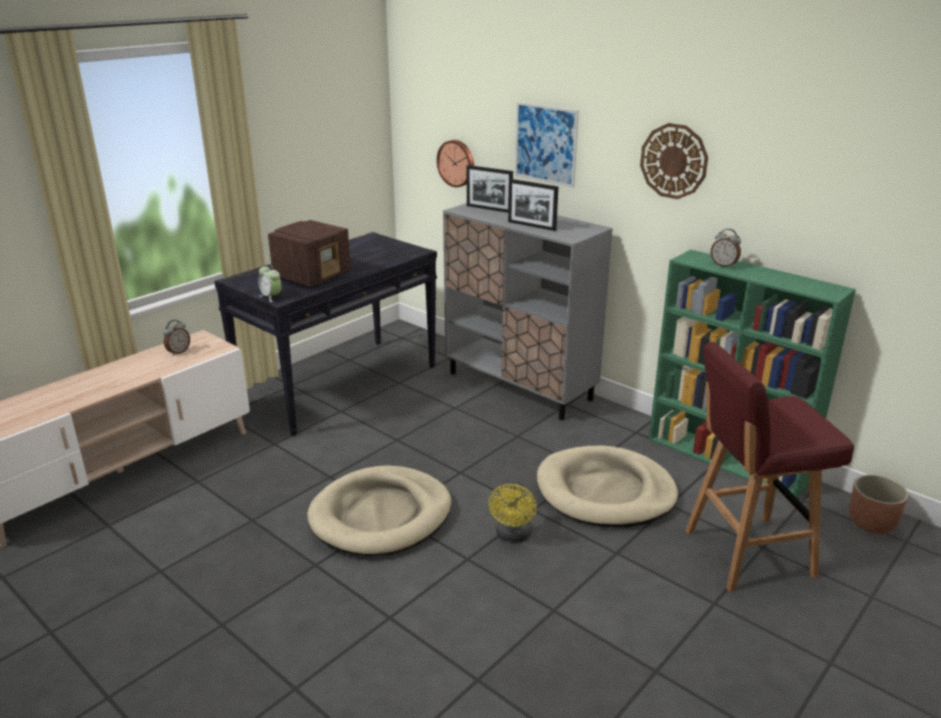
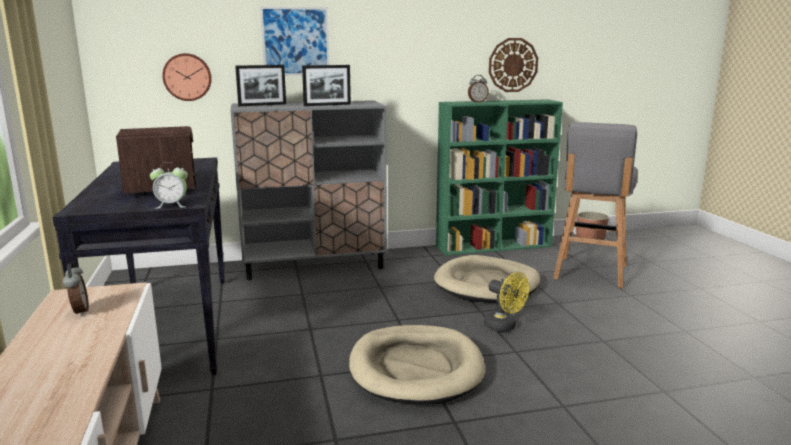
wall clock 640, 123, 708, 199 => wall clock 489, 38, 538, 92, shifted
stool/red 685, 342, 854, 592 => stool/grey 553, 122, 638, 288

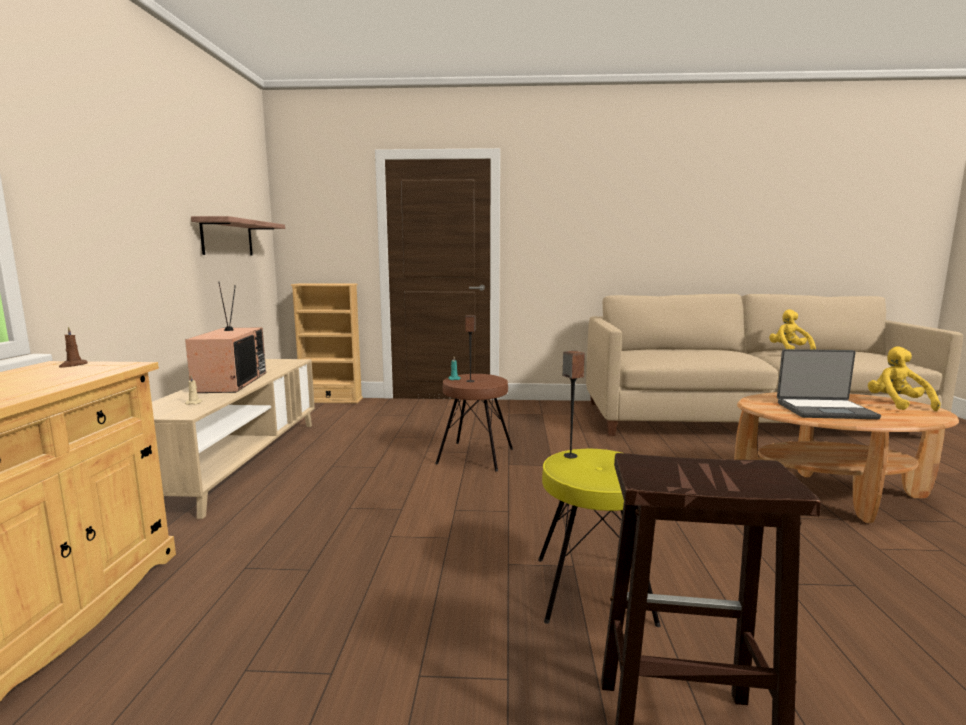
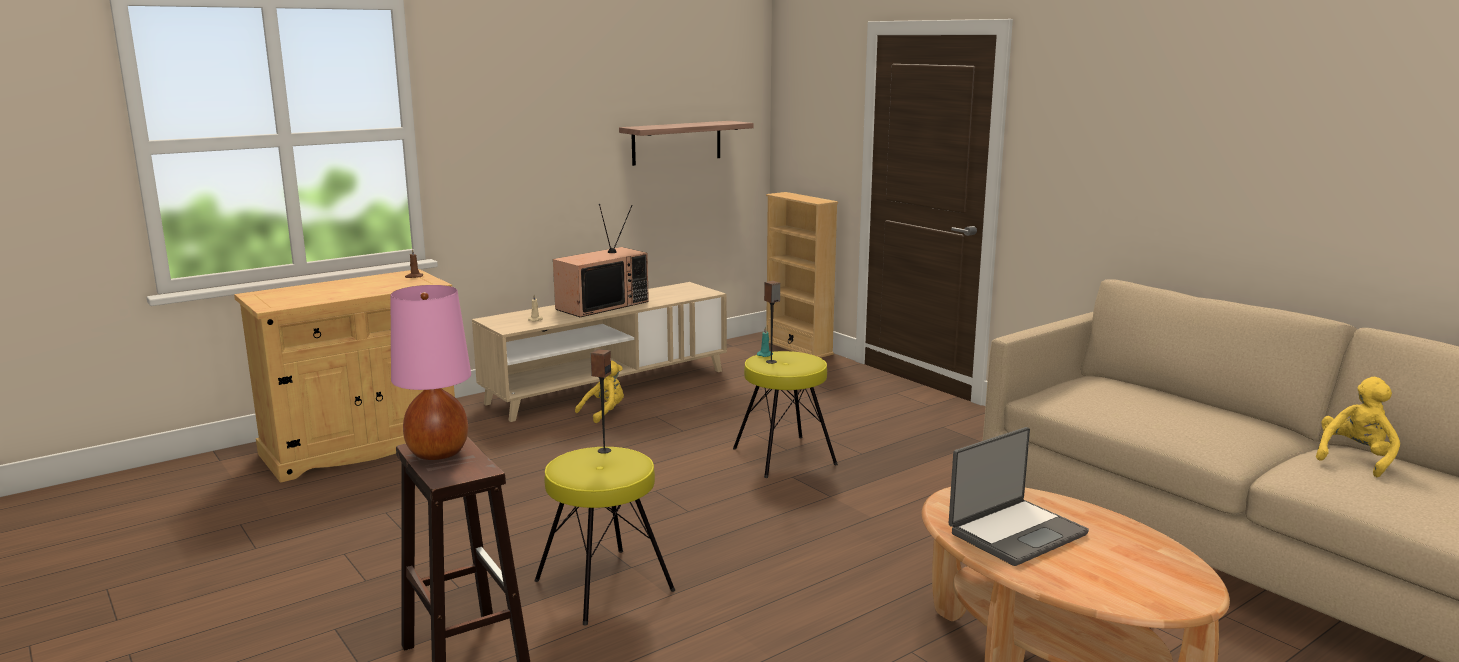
stool/brown 435, 374, 513, 472 => stool/yellow 733, 351, 838, 478
laptop 777, 349, 881, 419 => laptop 949, 427, 1089, 566, 90 degrees counterclockwise
plush toy/yellow 868, 346, 941, 411 => plush toy/yellow 575, 360, 624, 423, shifted
nothing => table lamp/pink 390, 285, 471, 460

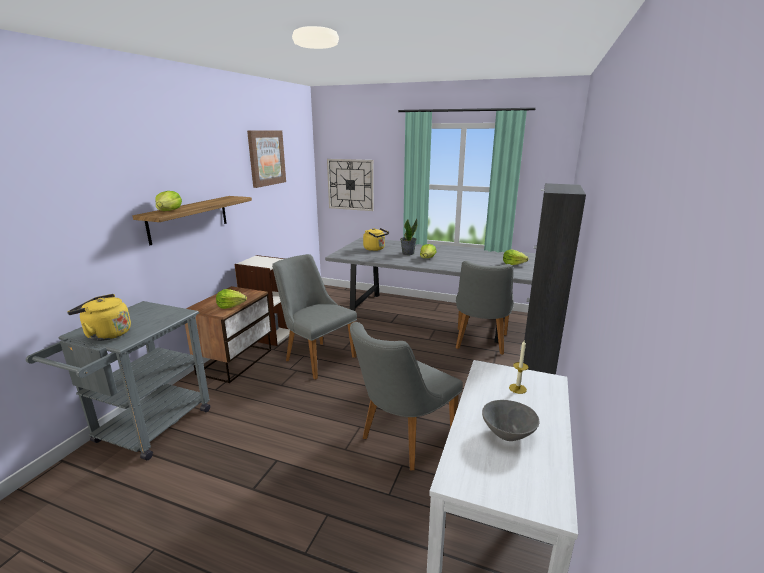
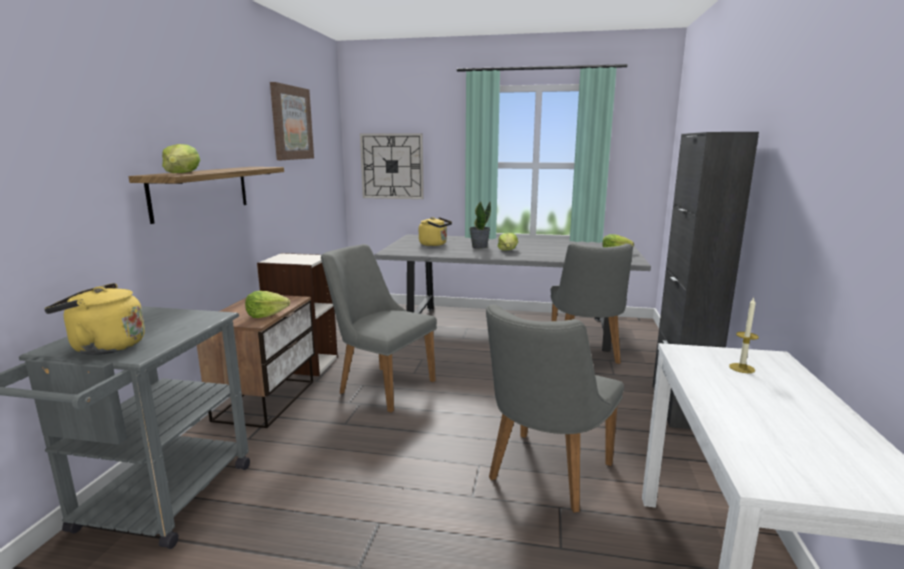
bowl/grey 482, 400, 540, 441 => nothing

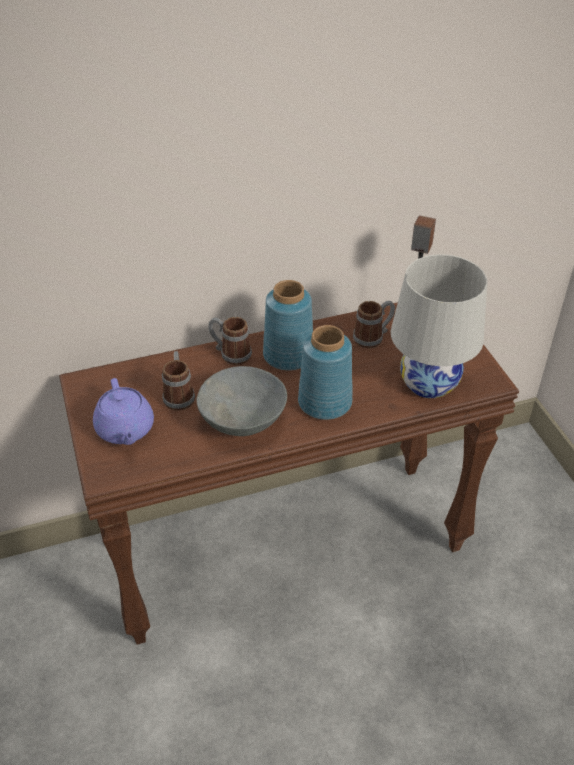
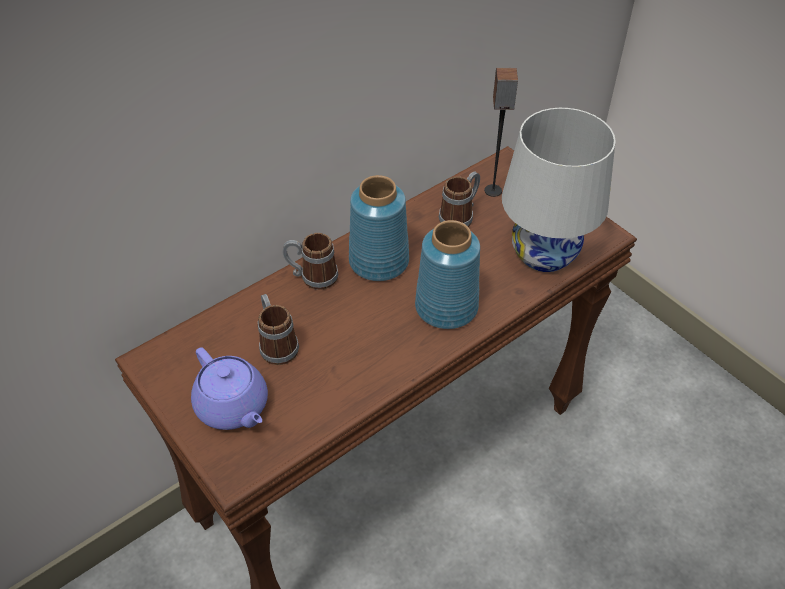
bowl/grey 197, 366, 287, 436 => nothing

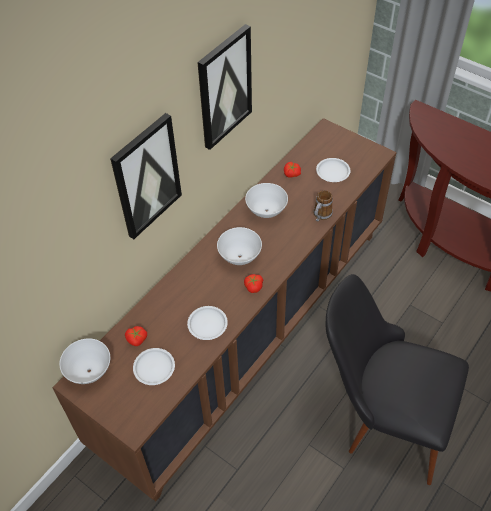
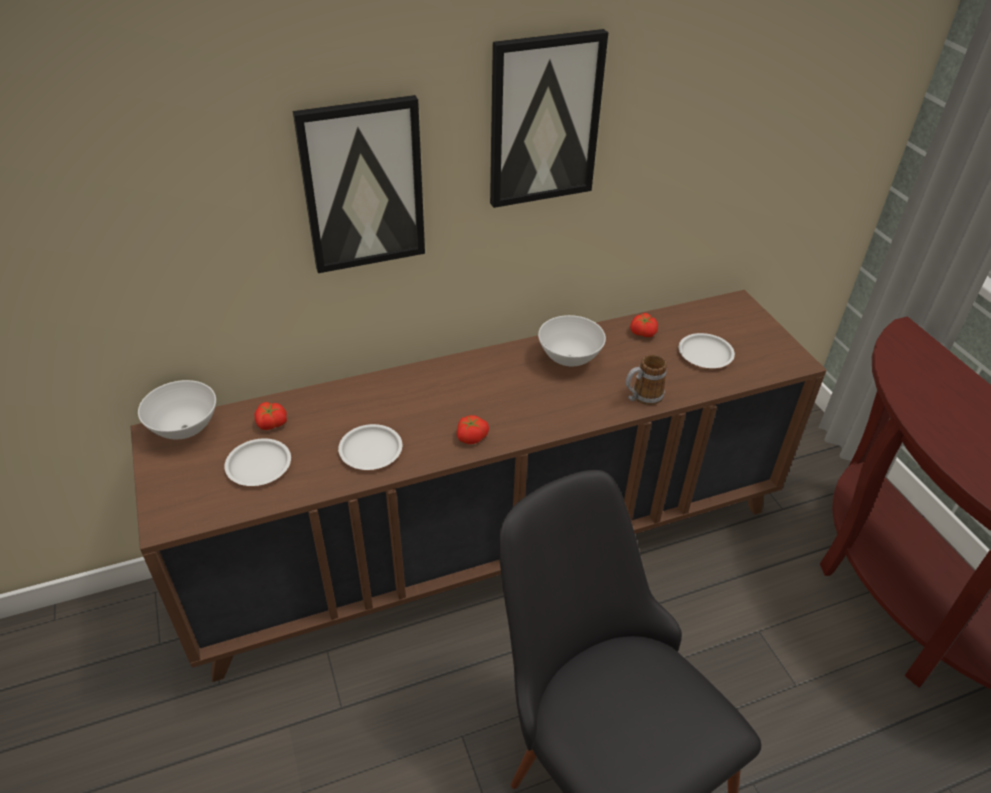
bowl/white 217, 227, 262, 265 => nothing

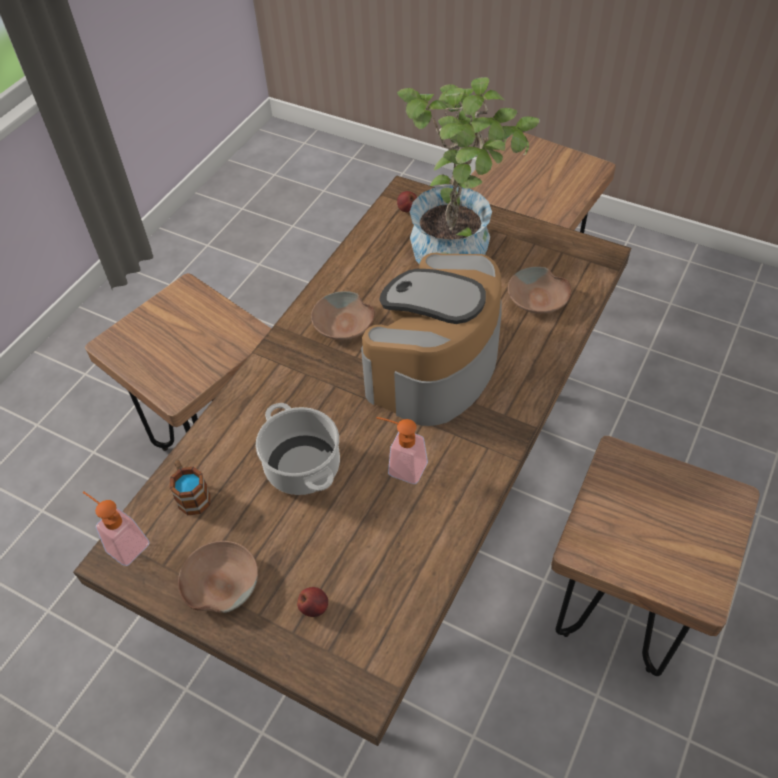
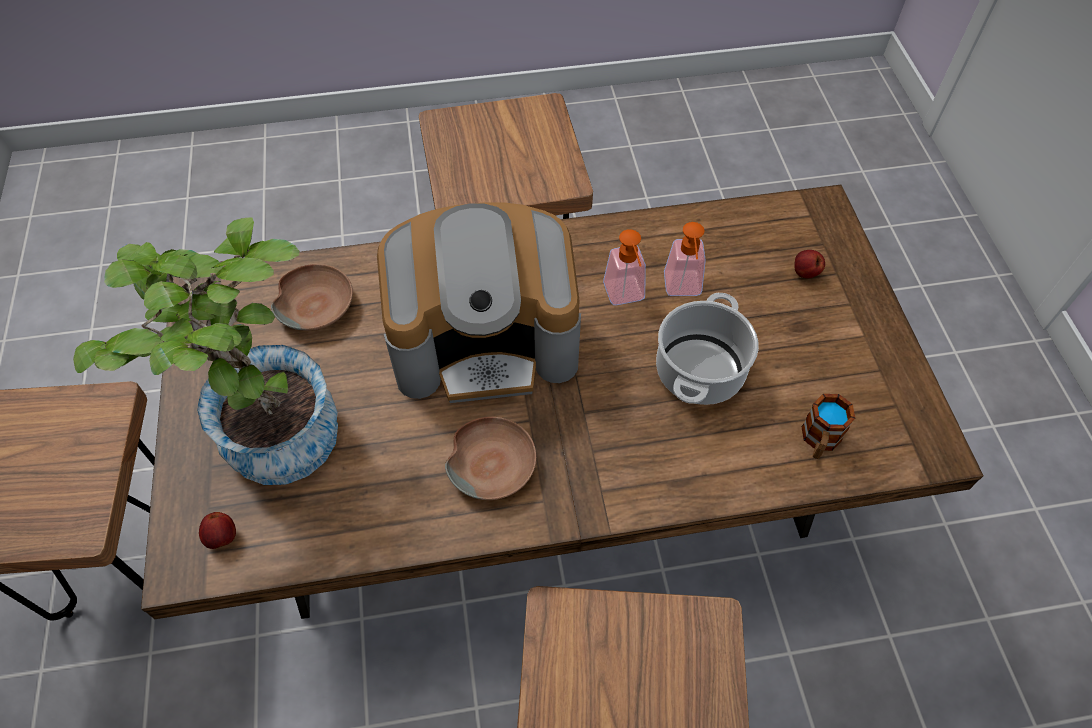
soap dispenser 83, 491, 150, 566 => soap dispenser 664, 222, 706, 296, shifted
bowl/brown 178, 541, 258, 613 => nothing

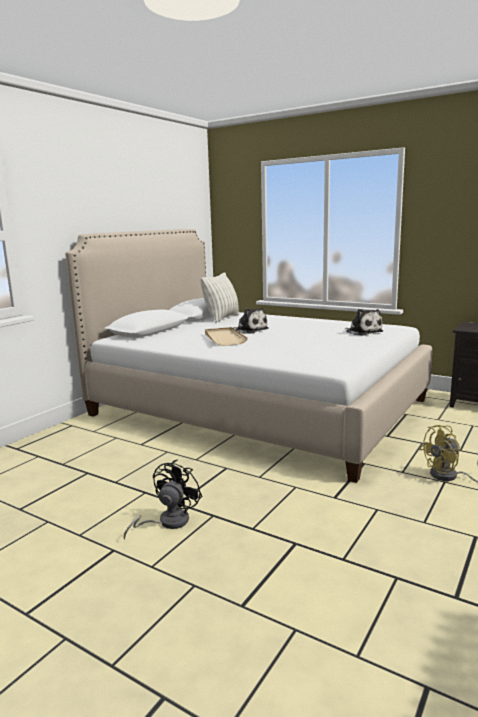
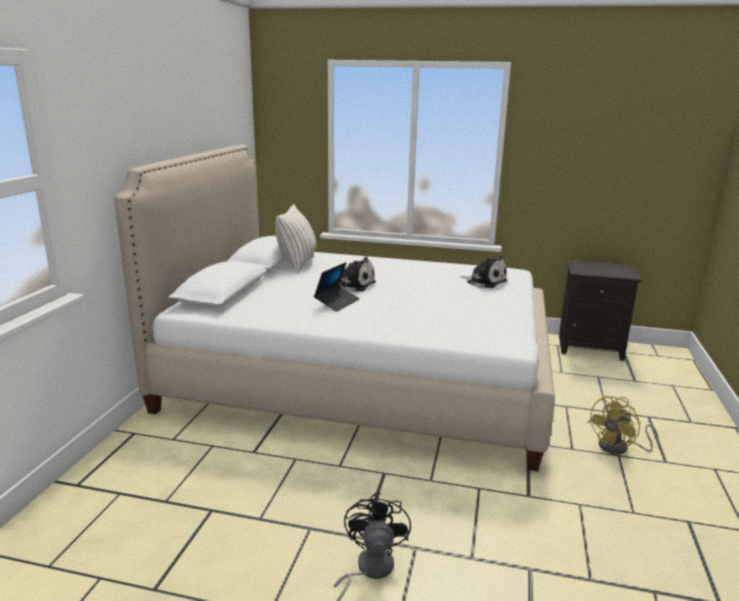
tray/beige 205, 327, 248, 346 => laptop 314, 262, 360, 312

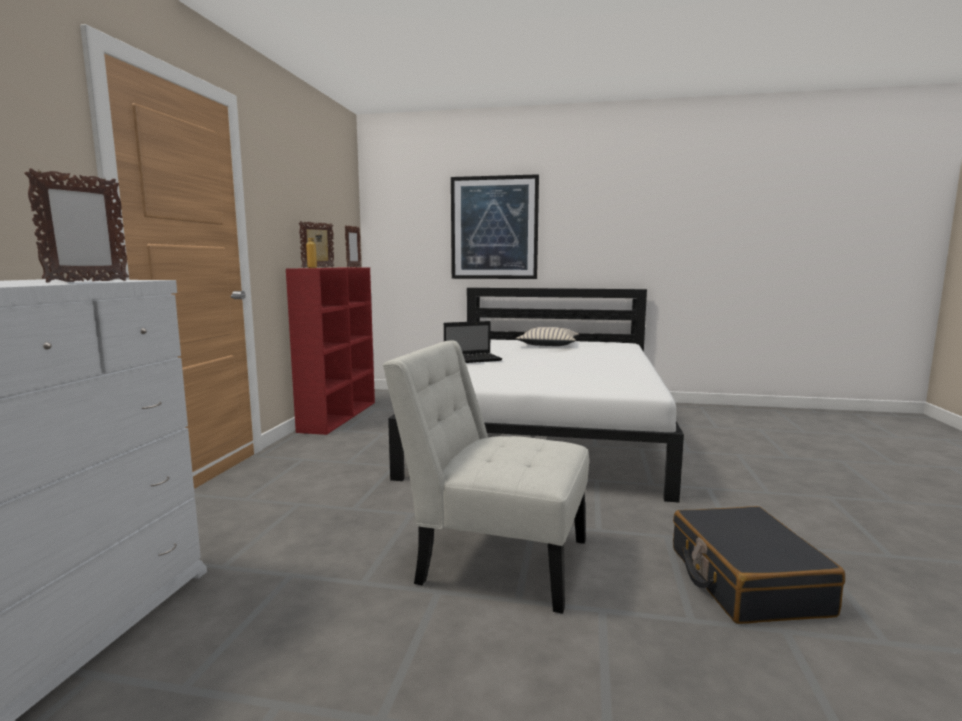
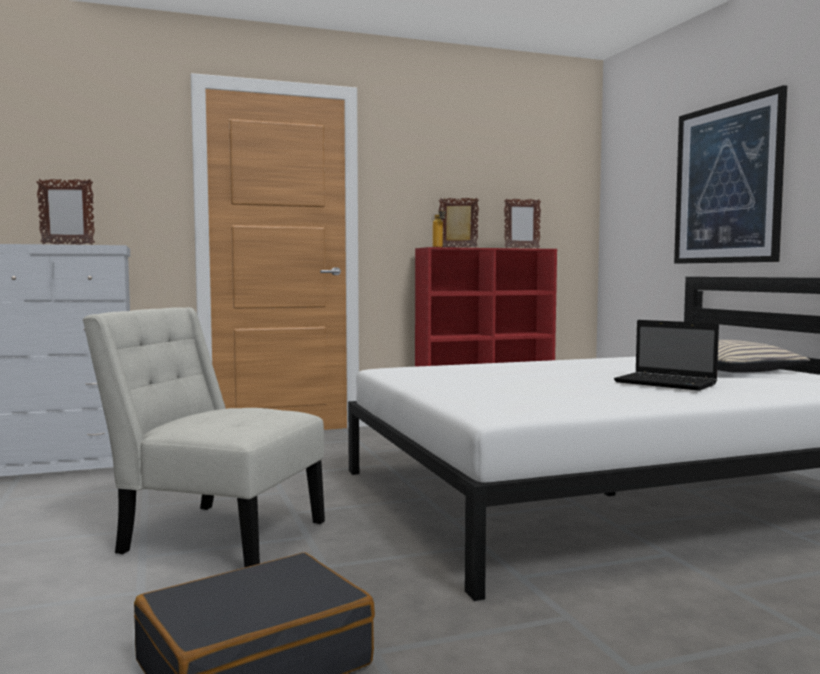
chair/white 383, 341, 589, 614 => chair/white 83, 307, 325, 567, 60 degrees counterclockwise
laptop 444, 321, 502, 363 => laptop 614, 320, 719, 391, shifted

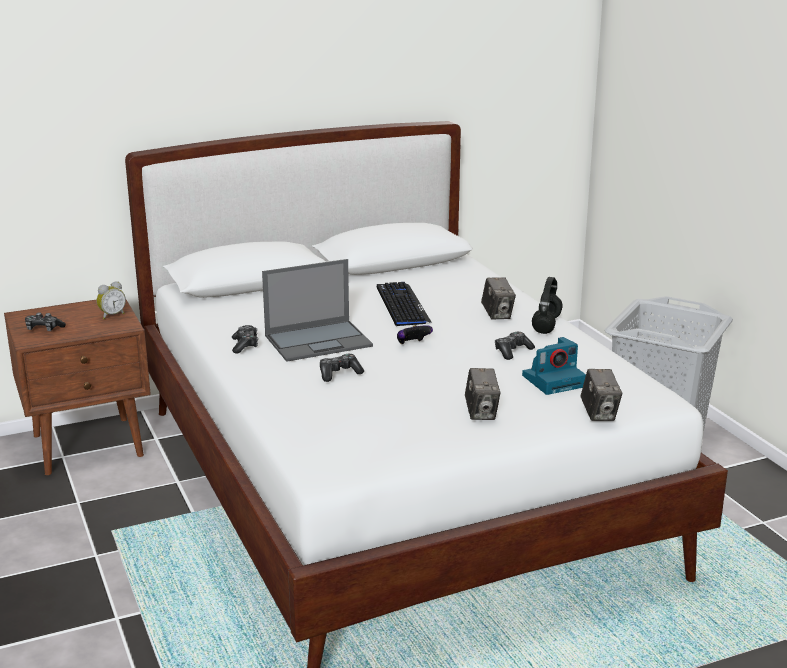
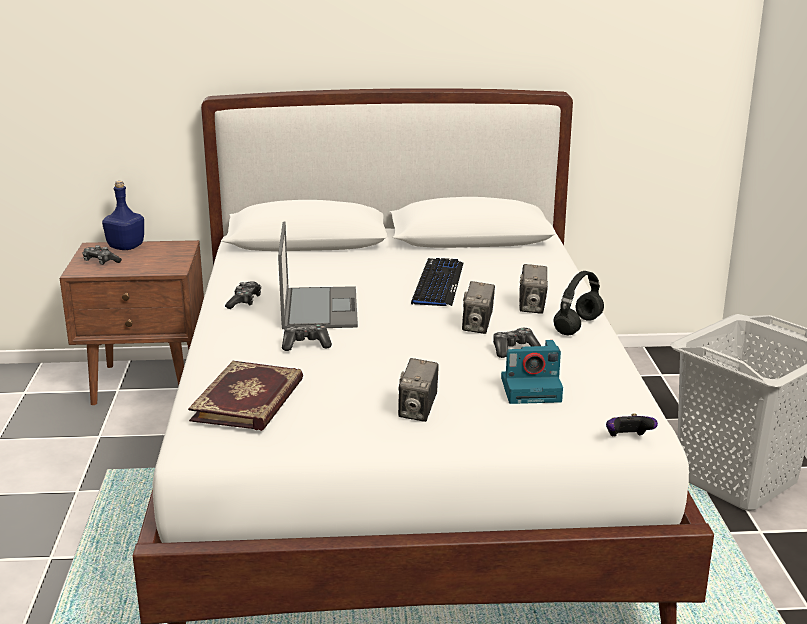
alarm clock 97, 281, 126, 319 => nothing
laptop 262, 259, 373, 362 => laptop 278, 222, 358, 329, 90 degrees counterclockwise
game controller 397, 325, 433, 344 => game controller 606, 413, 658, 436, shifted
photo camera 580, 369, 622, 421 => photo camera 462, 281, 495, 334, shifted
nothing => bottle/blue 102, 181, 144, 250
nothing => book 188, 361, 303, 431

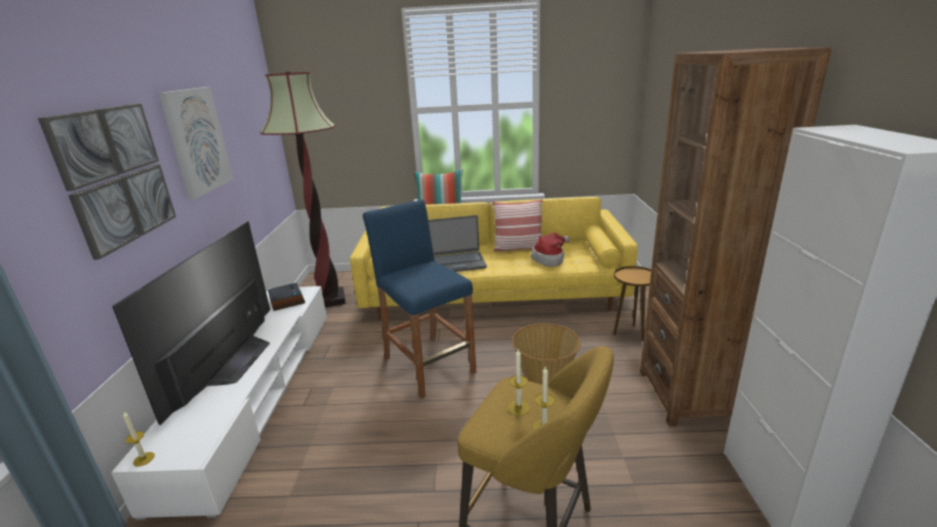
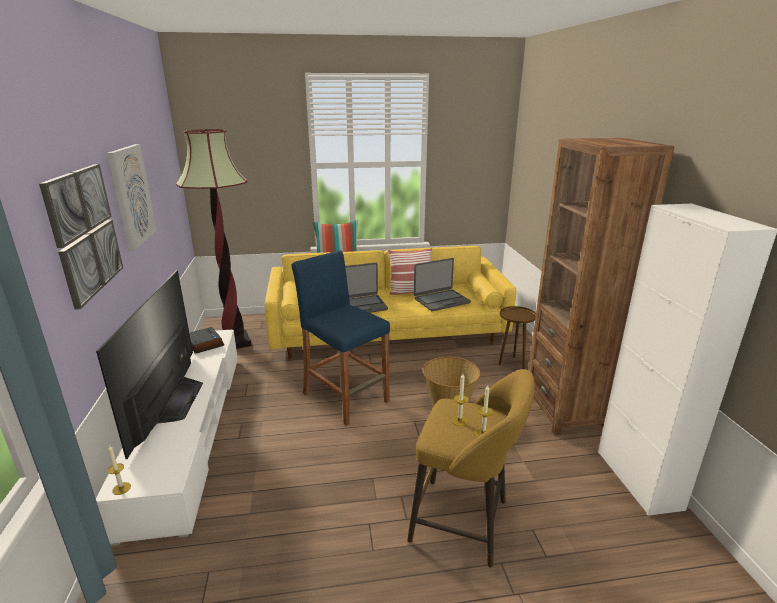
hat 531, 233, 570, 267 => laptop 414, 258, 471, 311

